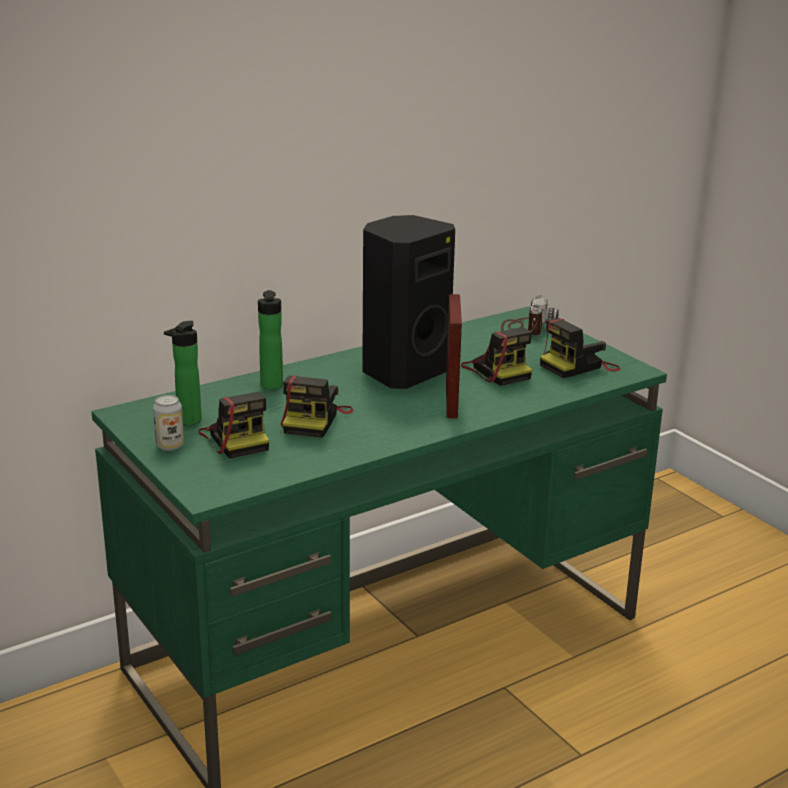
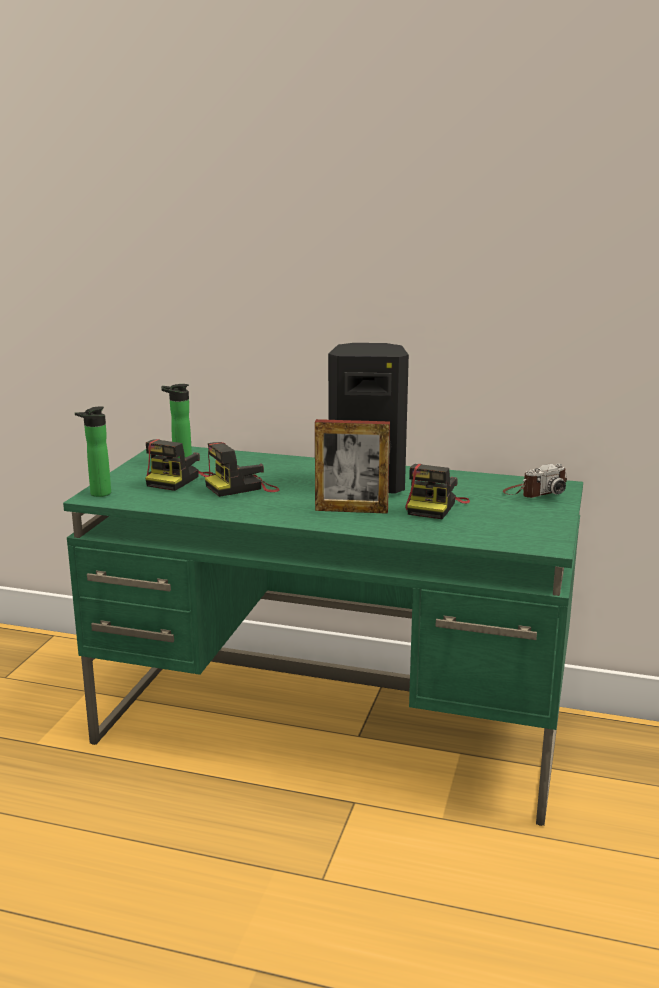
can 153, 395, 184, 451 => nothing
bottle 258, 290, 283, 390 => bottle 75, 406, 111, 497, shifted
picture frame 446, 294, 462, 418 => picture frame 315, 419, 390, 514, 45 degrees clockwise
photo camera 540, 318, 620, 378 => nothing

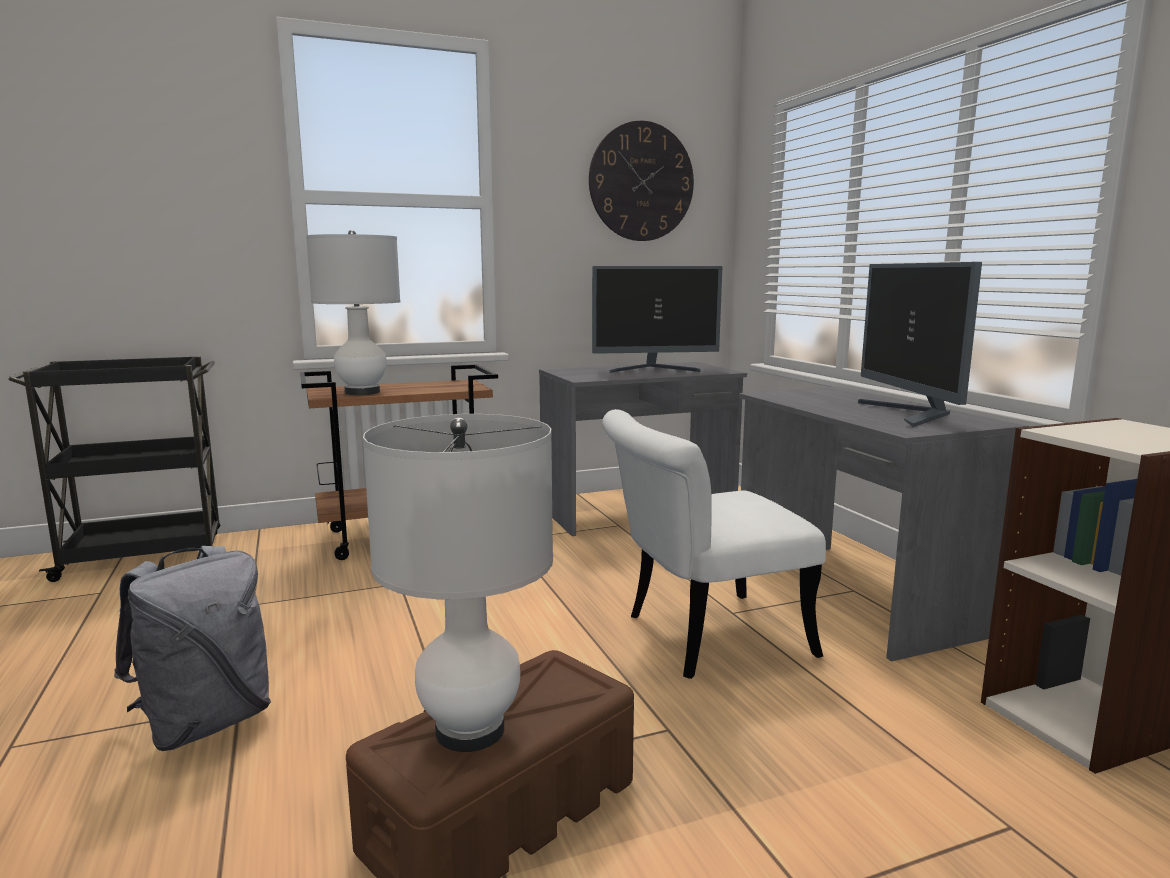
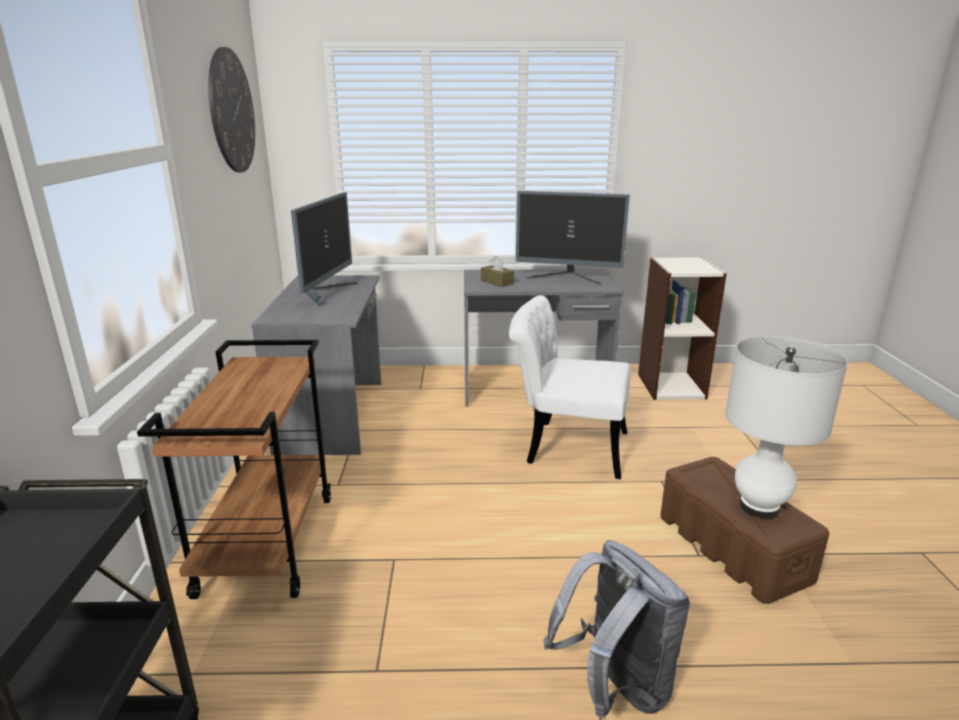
table lamp/white 306, 230, 400, 395 => nothing
chair/white 602, 409, 826, 679 => chair/white 509, 295, 630, 479, 105 degrees clockwise
nothing => tissue box/brown 481, 256, 514, 287

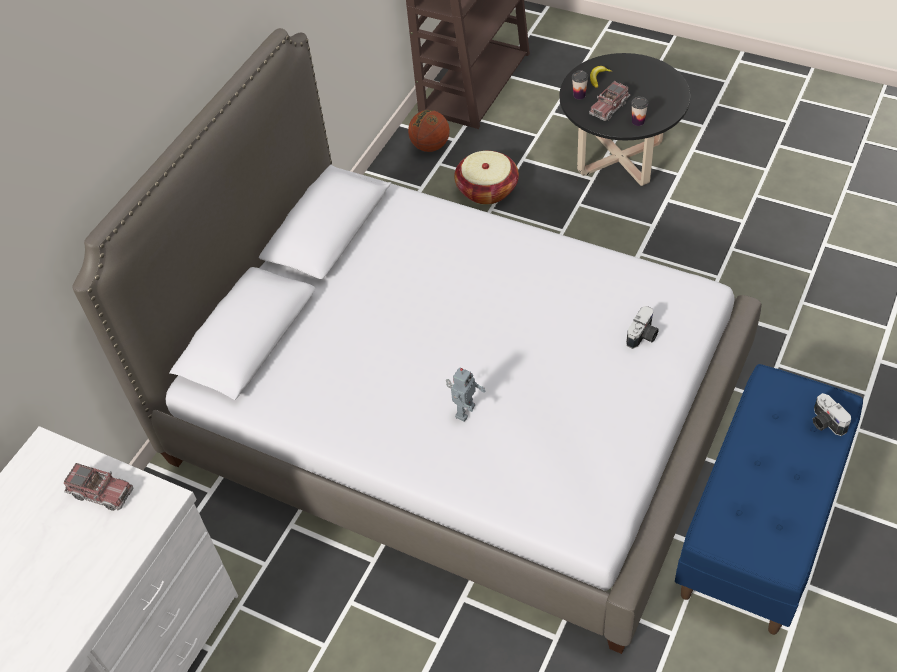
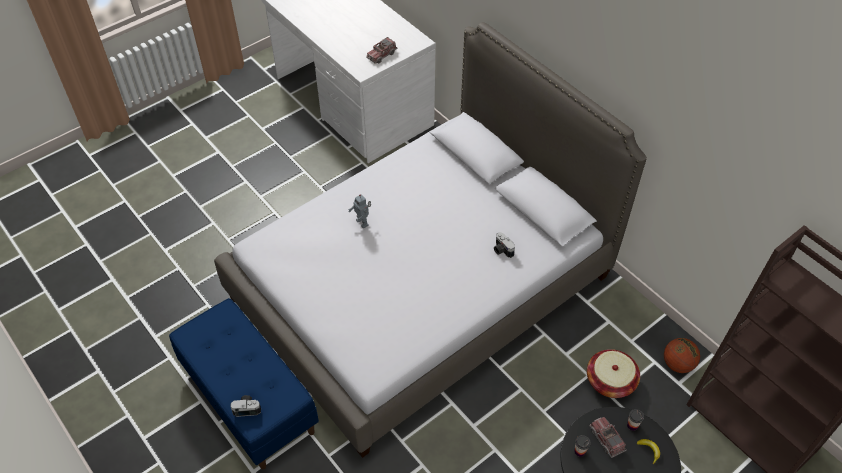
photo camera 626, 306, 659, 349 => photo camera 494, 232, 515, 258, shifted

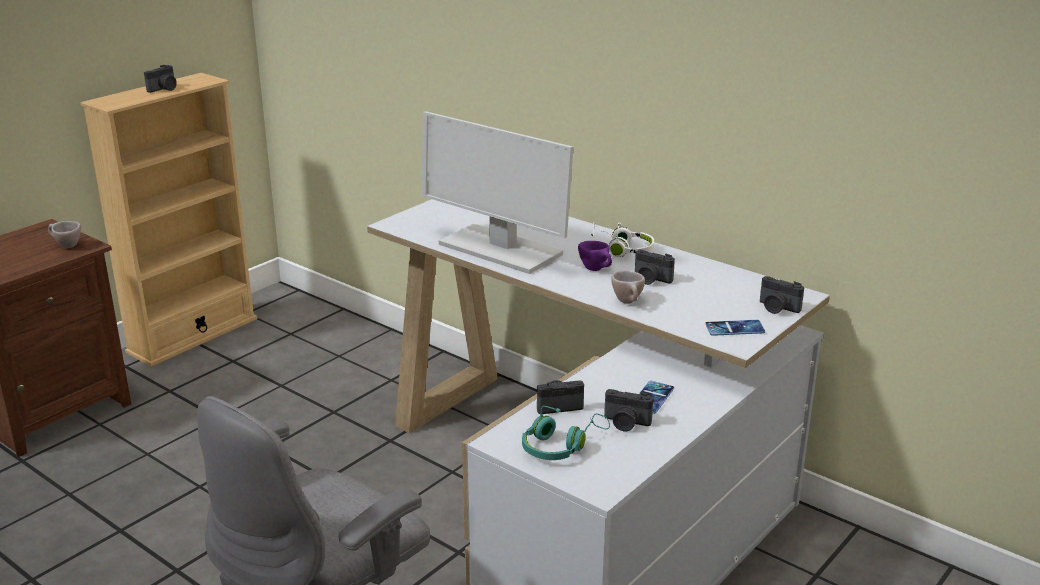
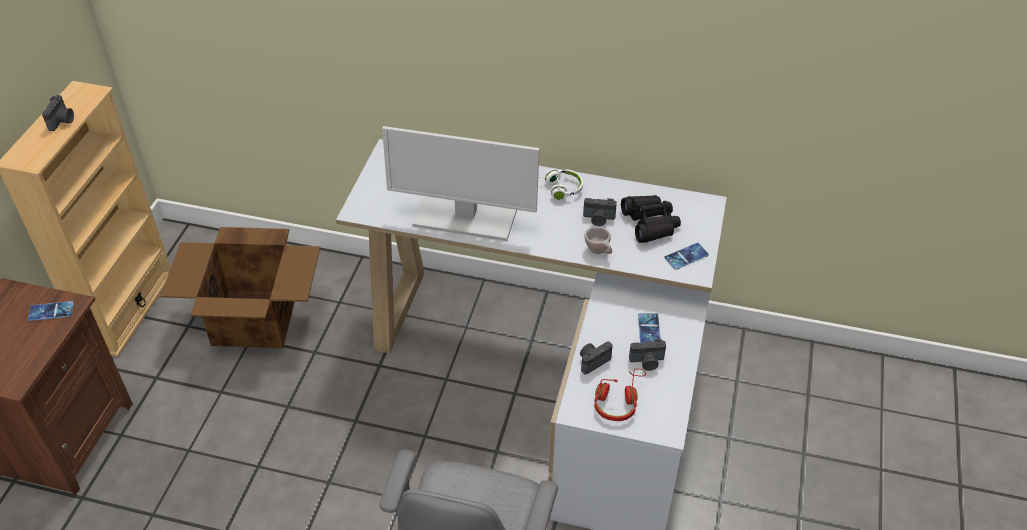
cup/beige 48, 221, 81, 248 => phone 28, 301, 74, 321
headphones/turquoise 522, 406, 610, 460 => headphones/red 594, 369, 646, 421
cup/purple 578, 241, 612, 271 => nothing
photo camera 760, 276, 804, 314 => nothing
nothing => cardboard box 161, 227, 320, 348
nothing => binoculars/black 621, 195, 681, 243

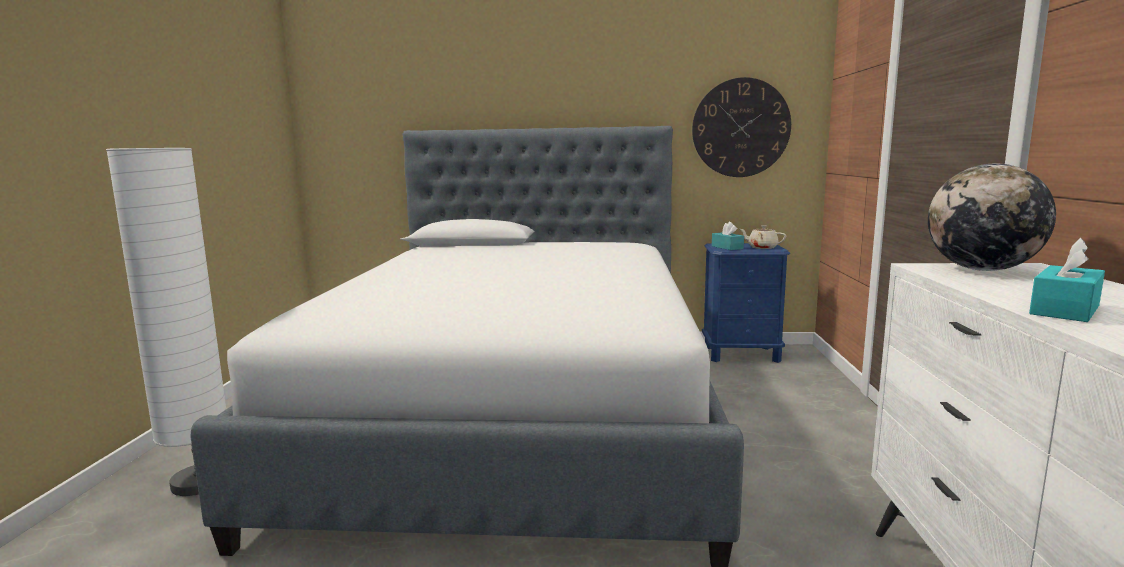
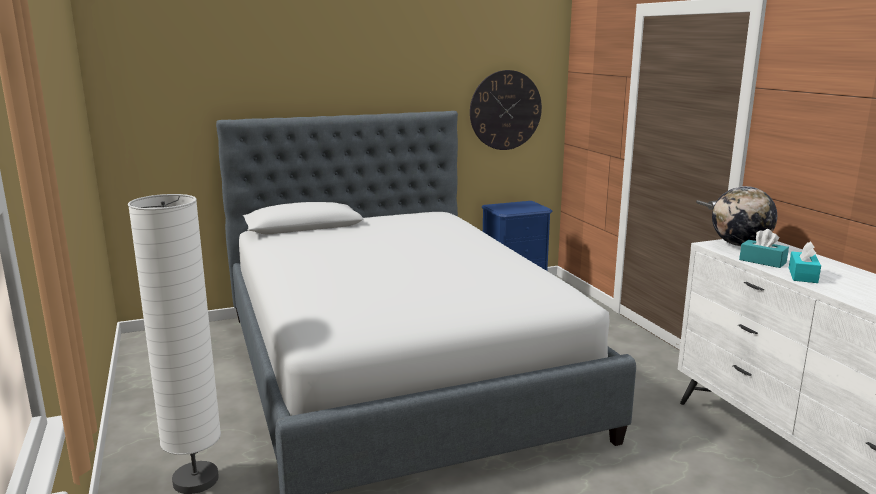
tissue box/turquoise 712, 222, 744, 250 => tissue box/turquoise 739, 229, 789, 268, shifted
teapot/beige 740, 225, 786, 249 => nothing

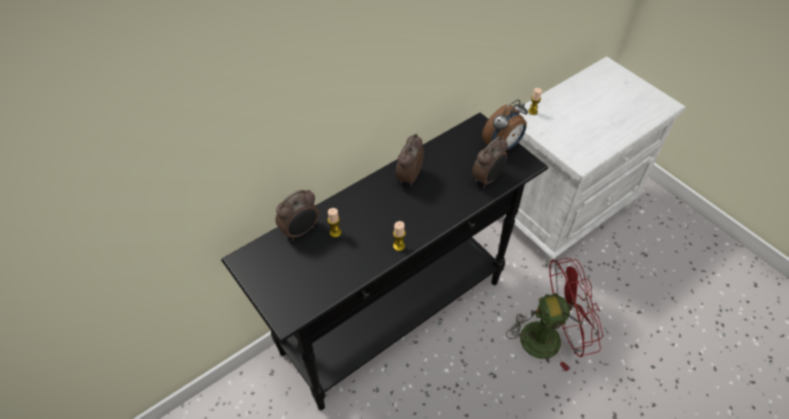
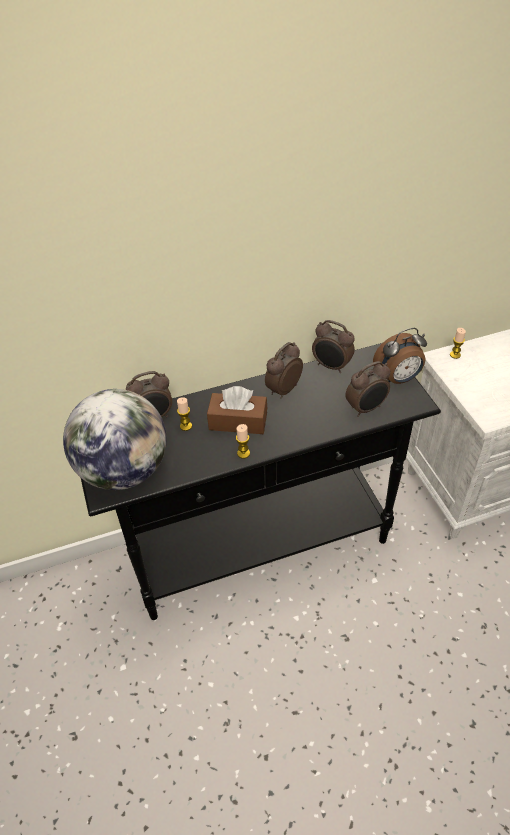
fan/red 506, 258, 604, 371 => nothing
nothing => globe 63, 389, 167, 490
nothing => tissue box/brown 207, 386, 267, 434
nothing => alarm clock 312, 320, 355, 373

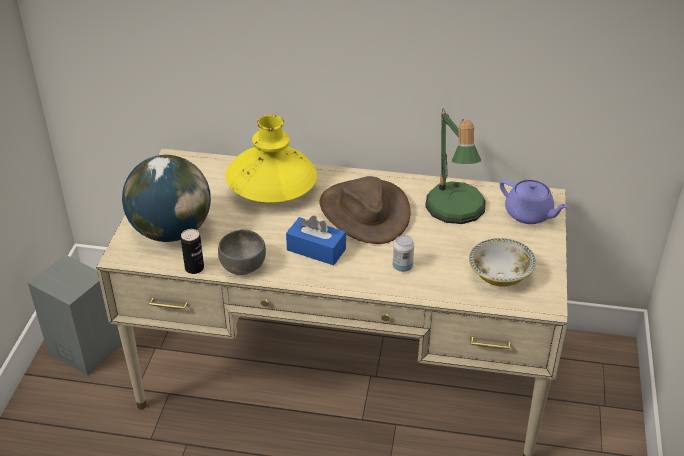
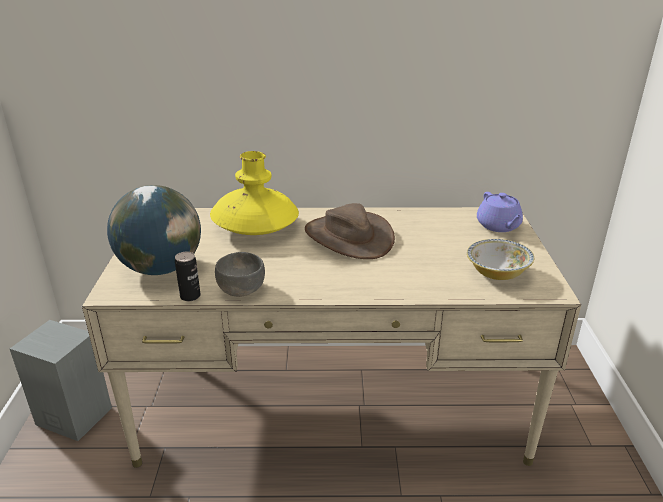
tissue box/blue 286, 216, 346, 265 => nothing
can 393, 235, 414, 272 => nothing
table lamp 425, 108, 486, 224 => nothing
teapot/purple 500, 180, 569, 224 => teapot/purple 477, 192, 523, 232, 45 degrees clockwise

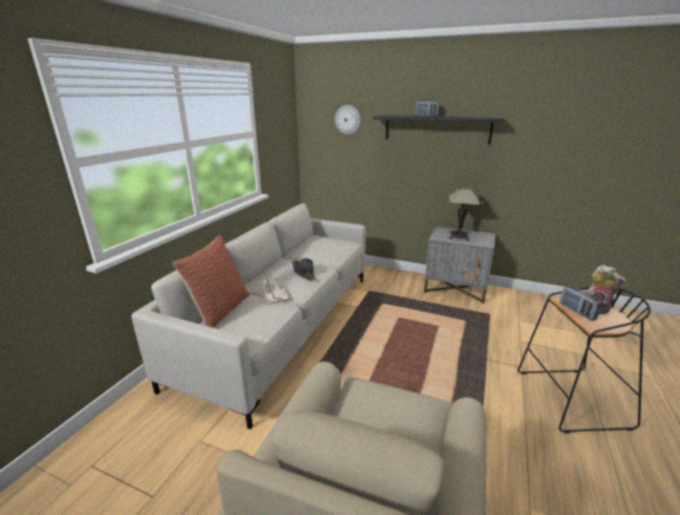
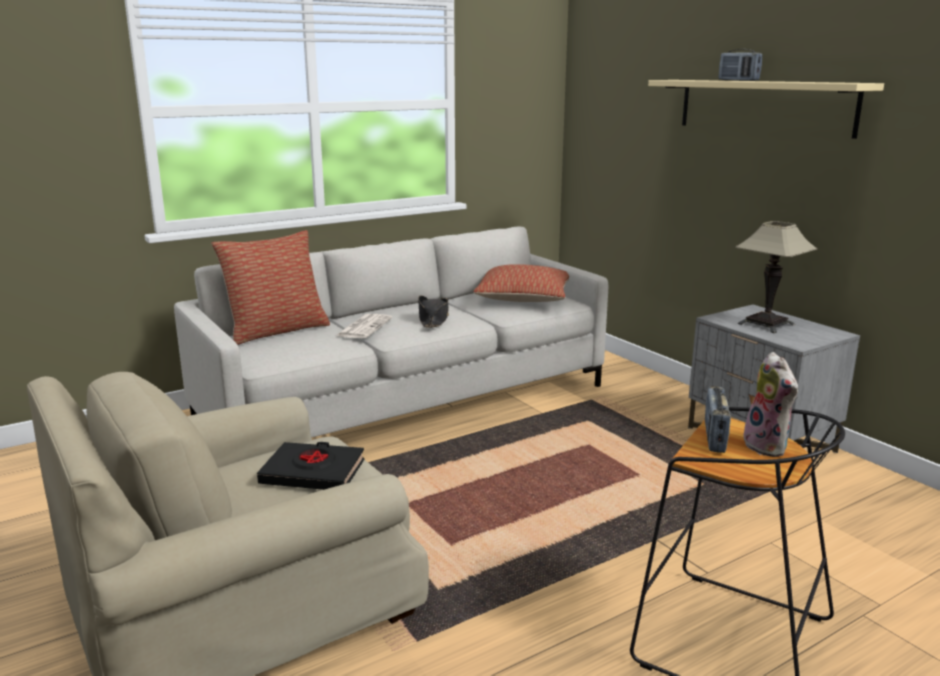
wall clock 335, 105, 361, 135 => nothing
shelf/black 373, 115, 505, 144 => shelf/beige 648, 80, 884, 139
nothing => book/black 257, 442, 364, 490
nothing => pillow 474, 264, 569, 302

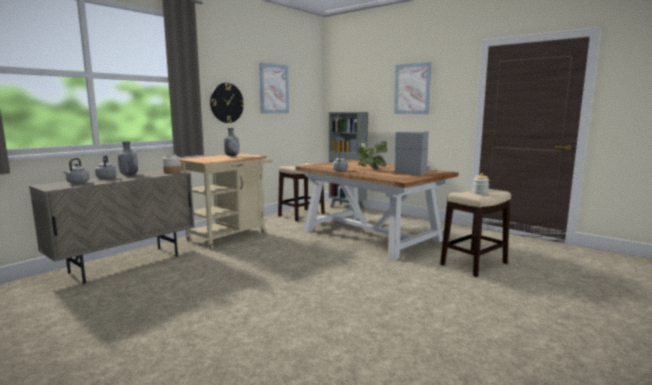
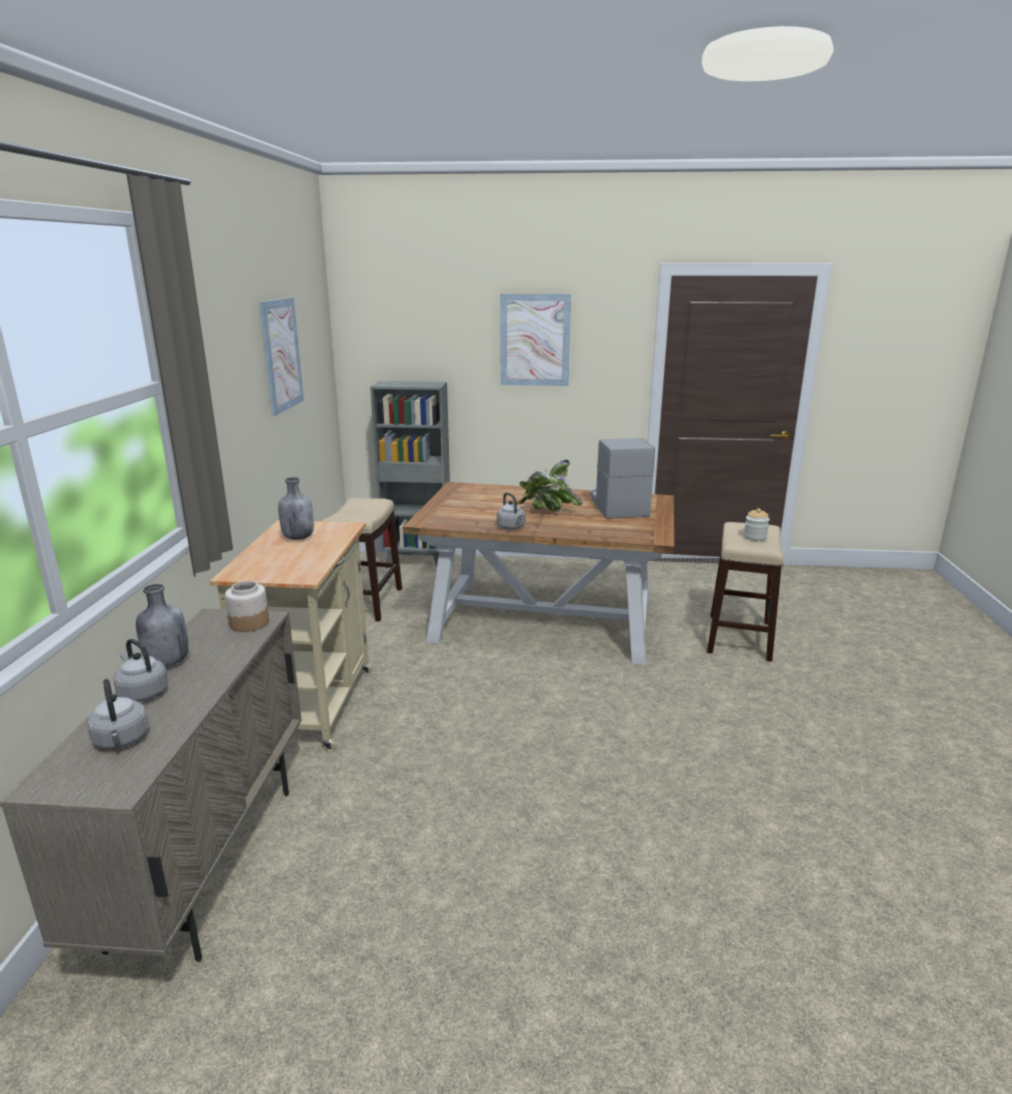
wall clock 210, 83, 244, 123 => nothing

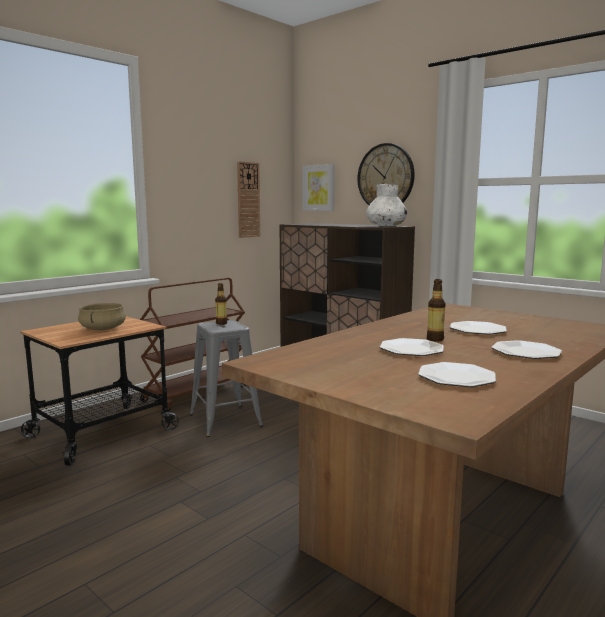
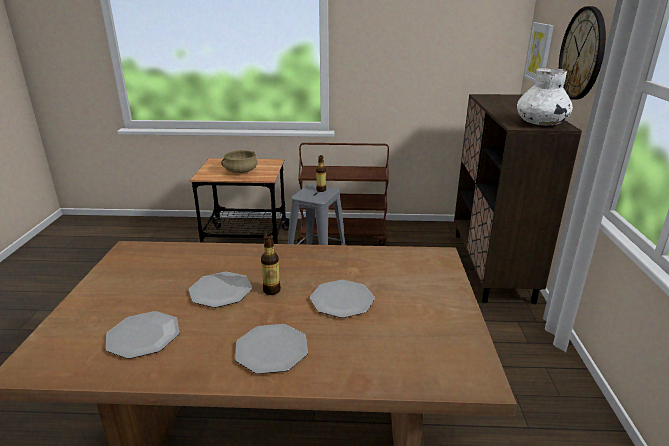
wall clock 237, 161, 260, 238 => nothing

